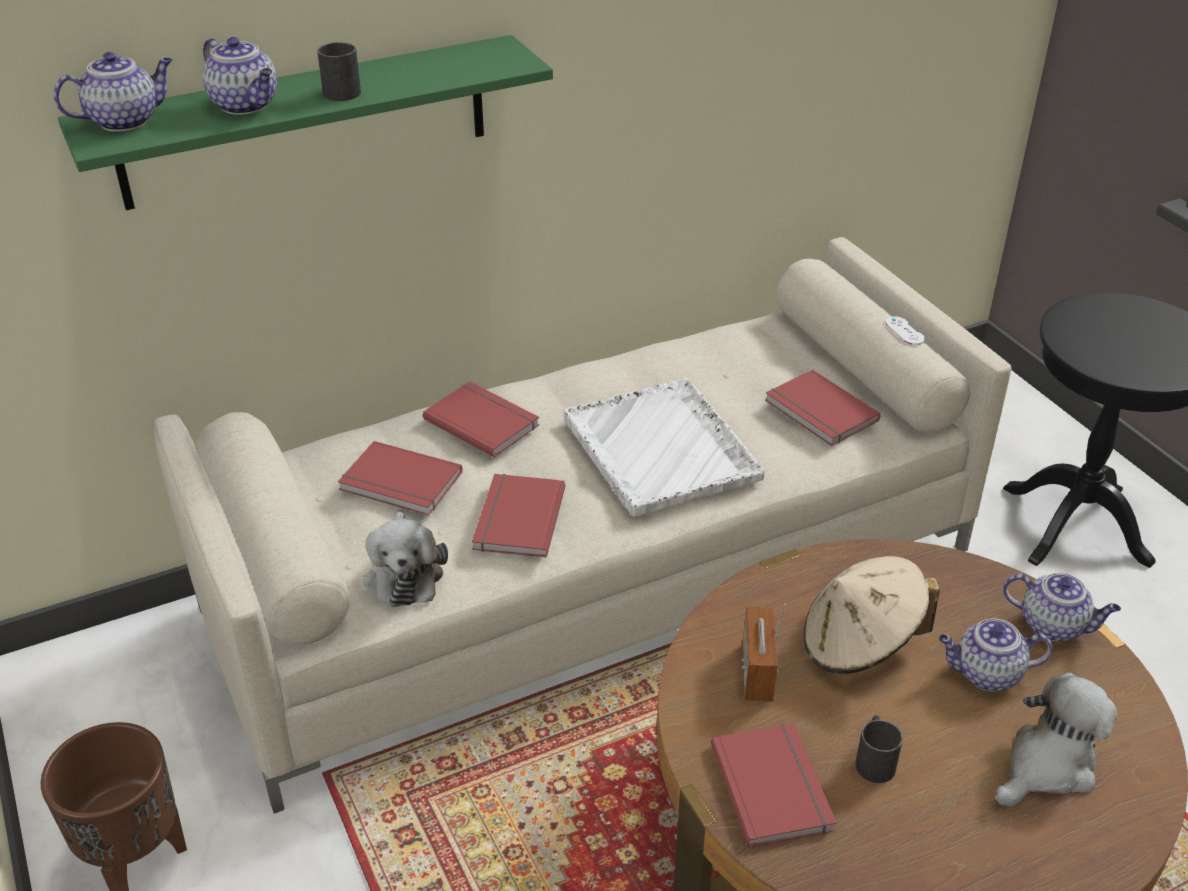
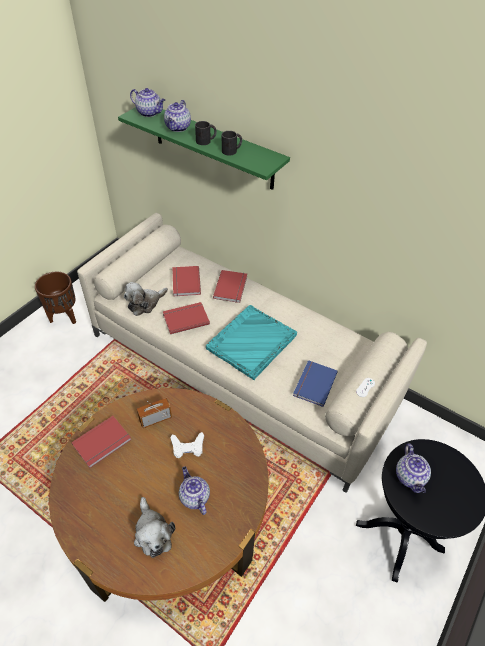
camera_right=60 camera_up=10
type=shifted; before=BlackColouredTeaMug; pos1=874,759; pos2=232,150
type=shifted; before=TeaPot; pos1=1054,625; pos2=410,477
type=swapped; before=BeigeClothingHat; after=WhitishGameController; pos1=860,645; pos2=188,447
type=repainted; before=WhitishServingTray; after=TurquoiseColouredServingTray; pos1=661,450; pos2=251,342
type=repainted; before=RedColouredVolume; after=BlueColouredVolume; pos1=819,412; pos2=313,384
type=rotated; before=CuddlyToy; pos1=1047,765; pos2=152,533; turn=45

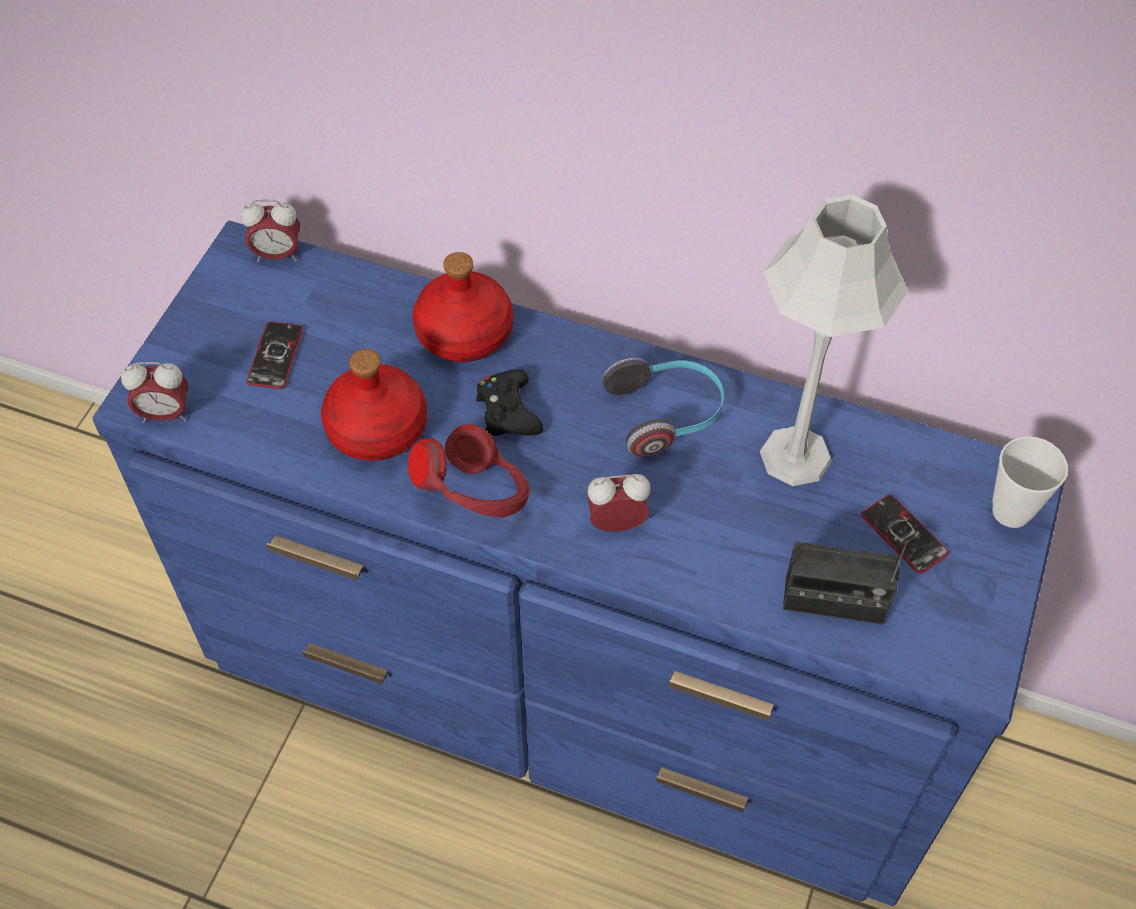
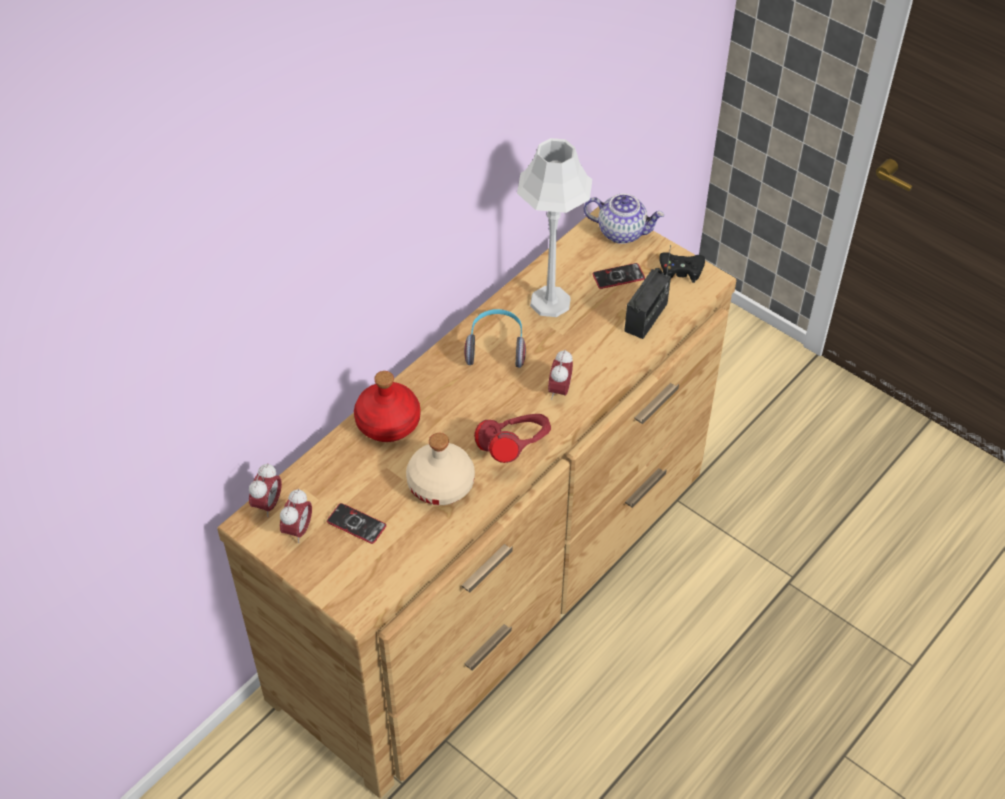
camera_right=-70 camera_up=-5
type=shifted; before=AlarmClock; pos1=165,414; pos2=298,530
type=shifted; before=BlackColouredGameController; pos1=508,412; pos2=681,271
type=swapped; before=Cup; after=TeaPot; pos1=1011,511; pos2=622,232
type=repainted; before=BlueColouredChestOfDrawers; after=BrownColouredChestOfDrawers; pos1=572,683; pos2=499,577
type=repainted; before=RedColouredBottle; after=BeigeBottle; pos1=378,428; pos2=441,483

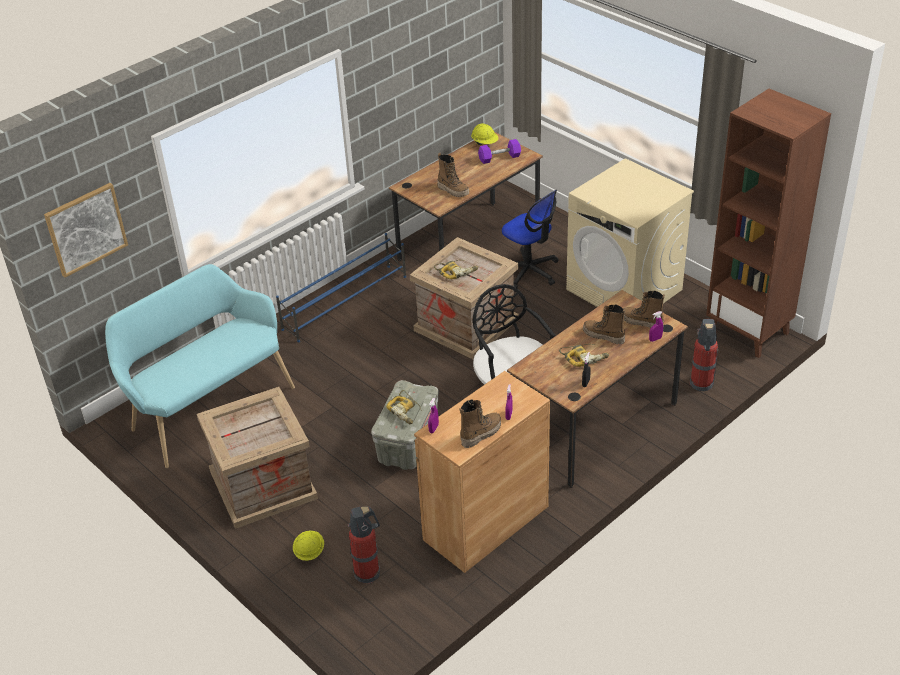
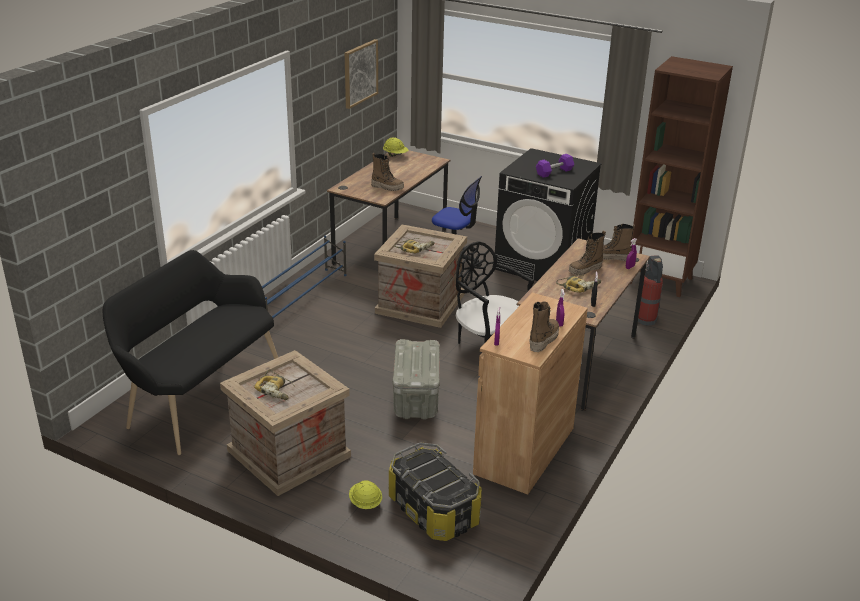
camera_right=-20 camera_up=-10
type=shifted; before=WallArt; pos1=86,229; pos2=360,73
type=shifted; before=ElectricDrill; pos1=406,411; pos2=276,390
type=shifted; before=PurpleHandWeight; pos1=499,158; pos2=554,172
type=swapped; before=Extinguisher; after=StorageBox; pos1=368,572; pos2=434,510
type=repainted; before=TurquoiseColouredBench; after=BlackColouredBench; pos1=208,407; pos2=200,397
type=repainted; before=BeigeLaundryMachine; after=BlackColouredLaundryMachine; pos1=625,290; pos2=542,264
type=rotated; before=Boot; pos1=603,336; pos2=585,270; turn=-45

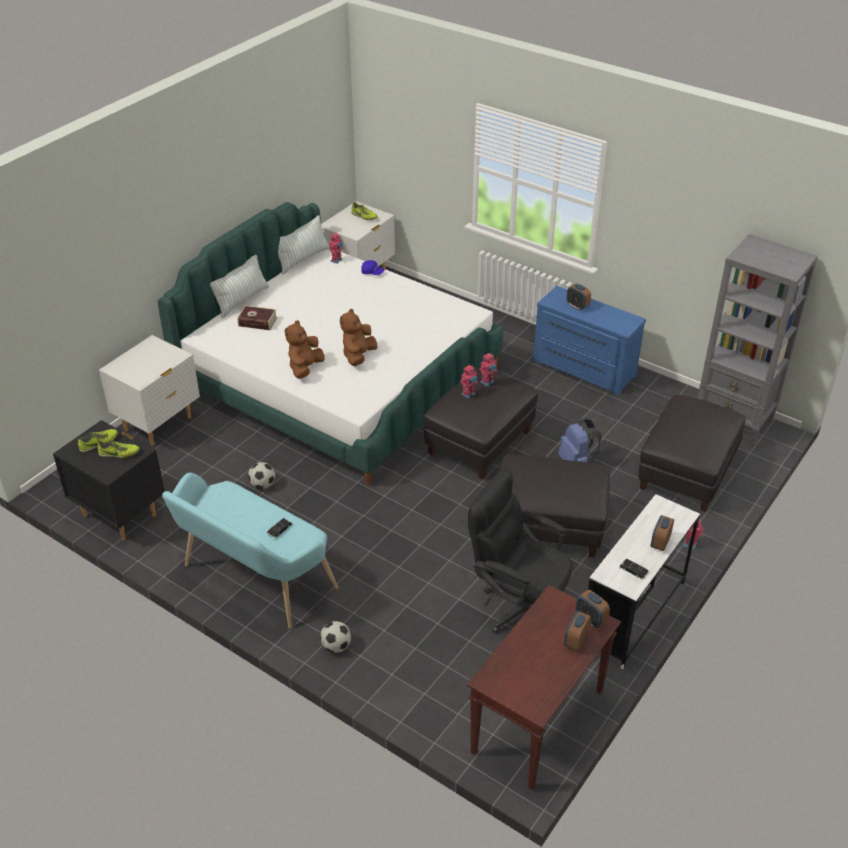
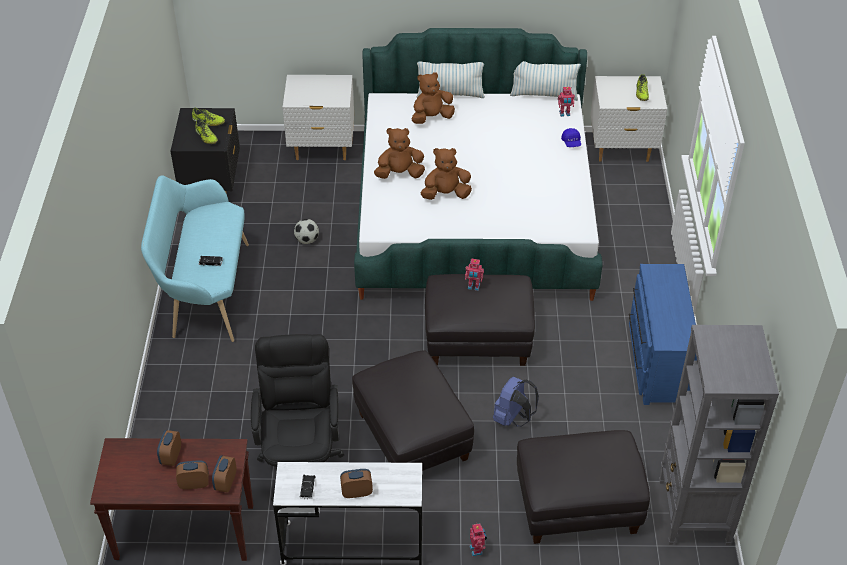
camera_right=55 camera_up=5
type=gone; before=FootballBall; pos1=336,646
type=gone; before=ModelRobot; pos1=487,382
type=shifted; before=AlarmClock; pos1=577,306; pos2=171,457
type=swapped; before=Volume; after=BrownColouredCuddlyToy; pos1=257,322; pos2=431,118

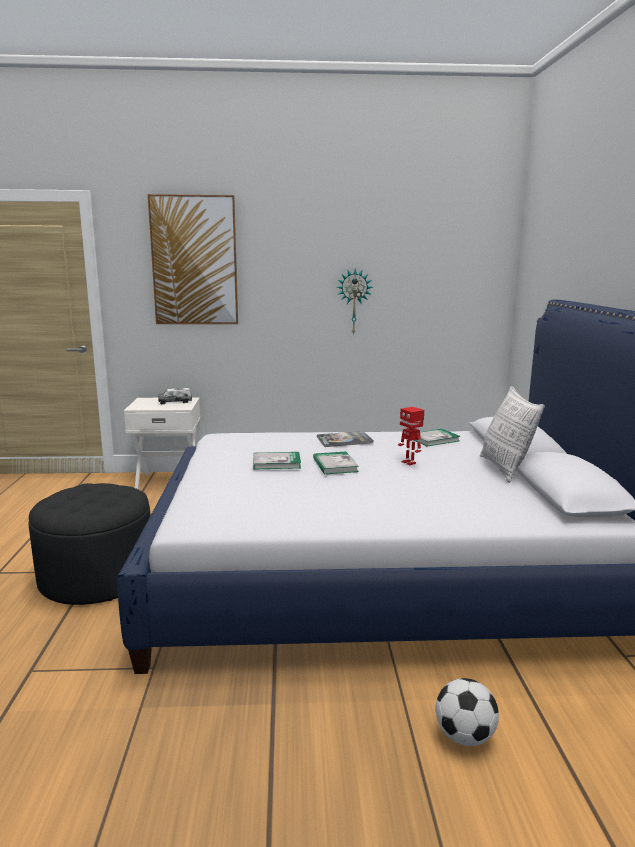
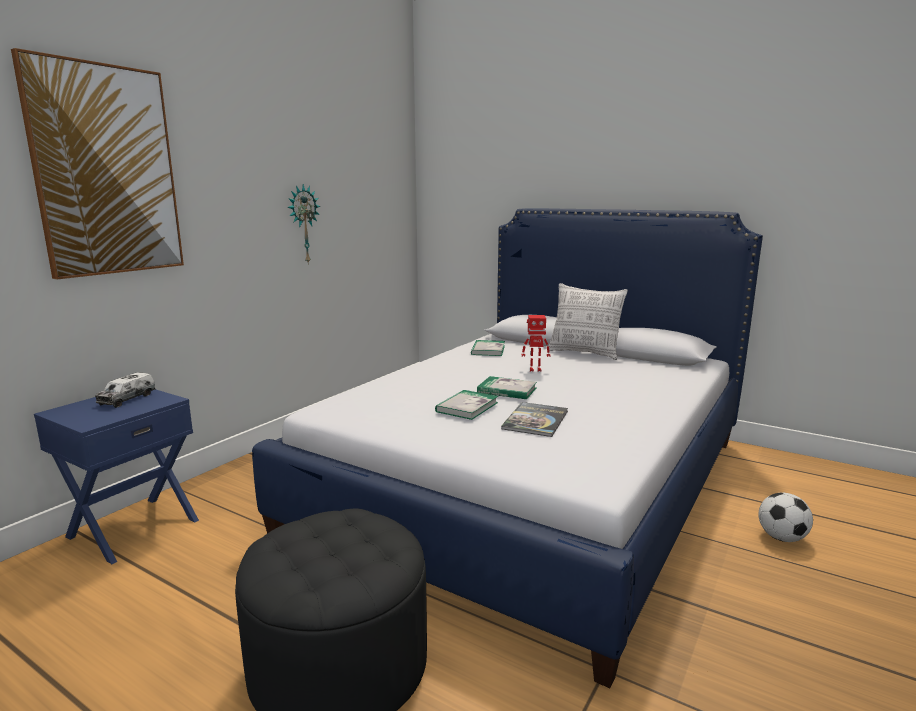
camera_right=-55 camera_up=0
type=shifted; before=Volume; pos1=344,440; pos2=535,420
type=repainted; before=WhitishNightstand; after=BlueColouredNightstand; pos1=168,481; pos2=132,528

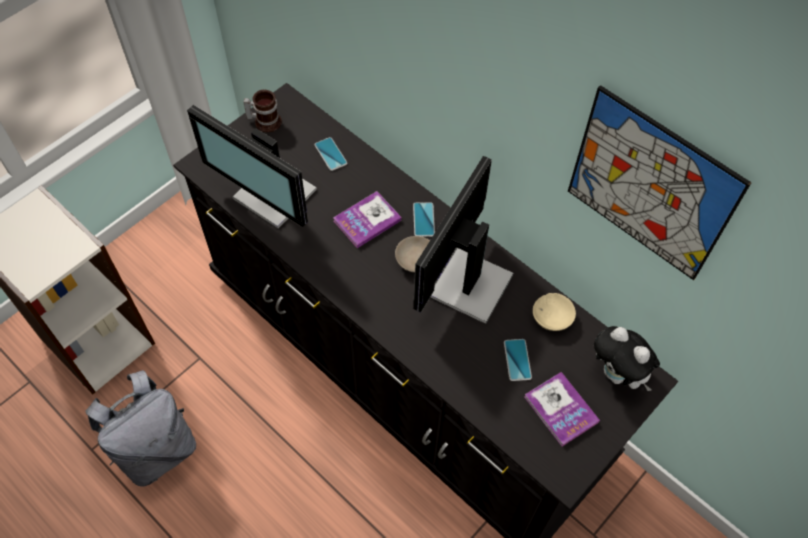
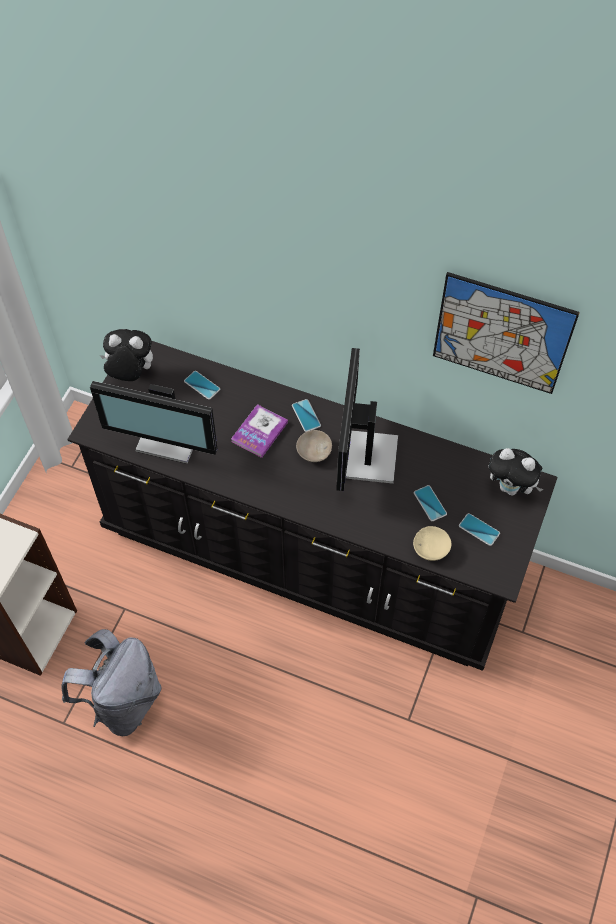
camera_right=-20 camera_up=0
type=shifted; before=BeigeBowl; pos1=552,319; pos2=431,549
type=swapped; before=TeaMug; after=CuddlyToy; pos1=265,121; pos2=130,374
type=swapped; before=Volume; after=Telephone; pos1=561,409; pos2=479,529

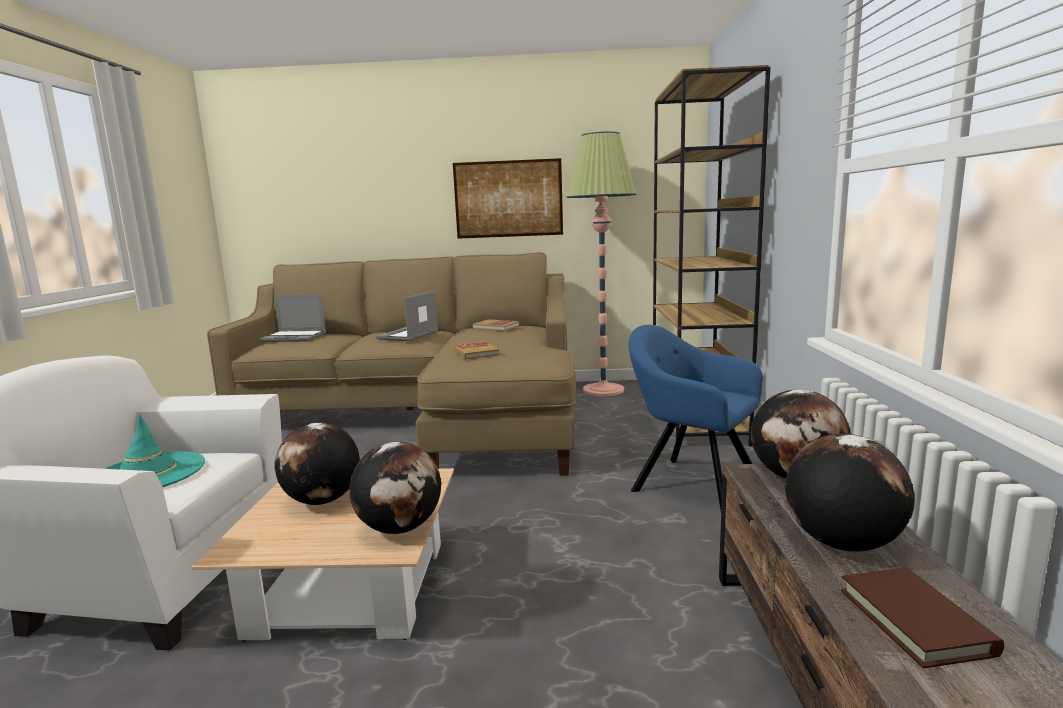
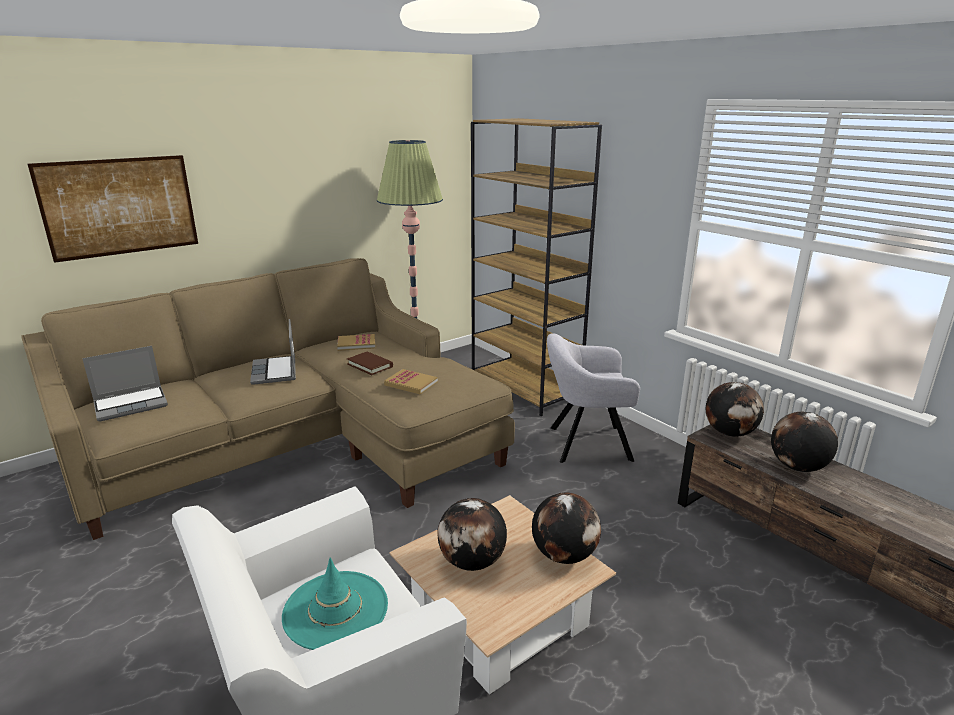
camera_right=-40 camera_up=10
type=shifted; before=WallArt; pos1=508,199; pos2=120,207
type=shifted; before=BrownColouredVolume; pos1=914,621; pos2=370,365
type=repainted; before=BlueColouredArmchair; after=GrayArmchair; pos1=690,484; pos2=586,443

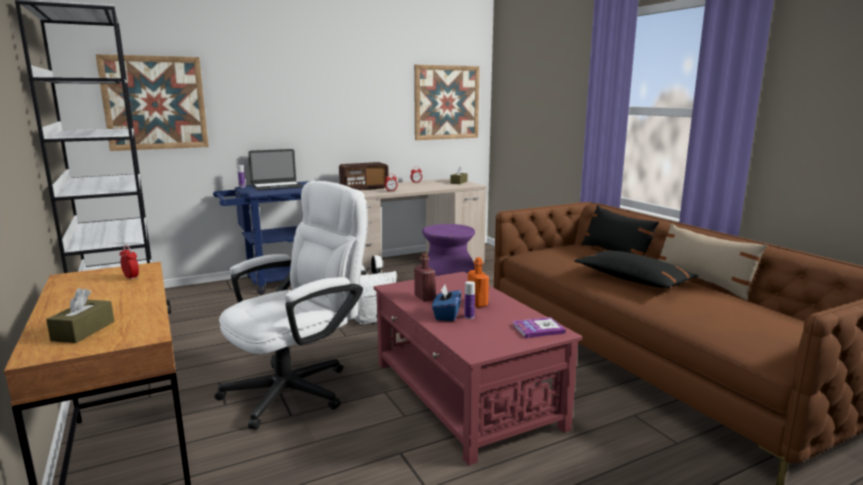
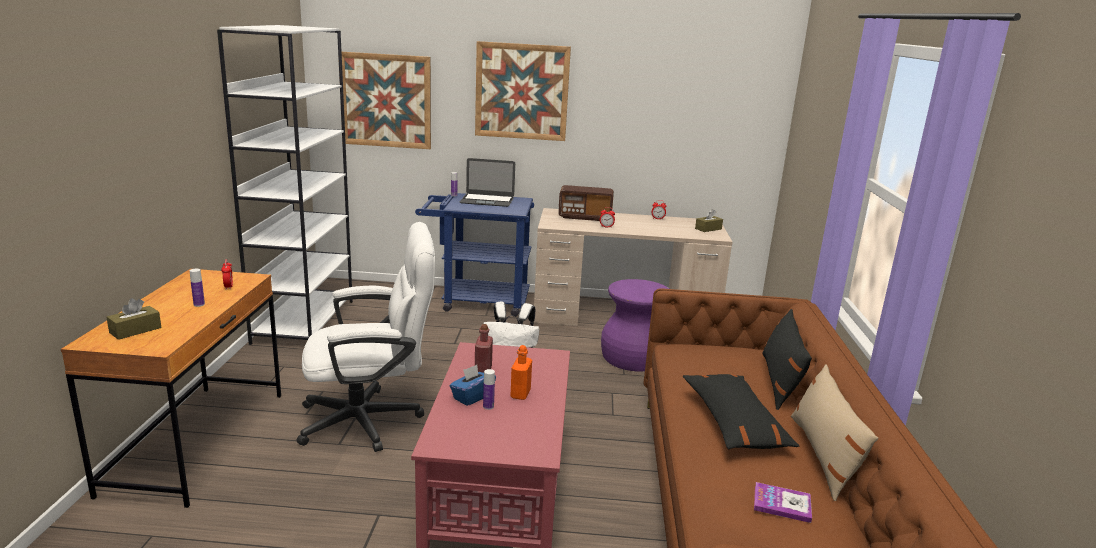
camera_right=30 camera_up=5
type=new; after=Bottle; pos2=199,304
type=shifted; before=WallArt; pos1=446,102; pos2=522,91
type=shifted; before=Volume; pos1=538,329; pos2=782,504

